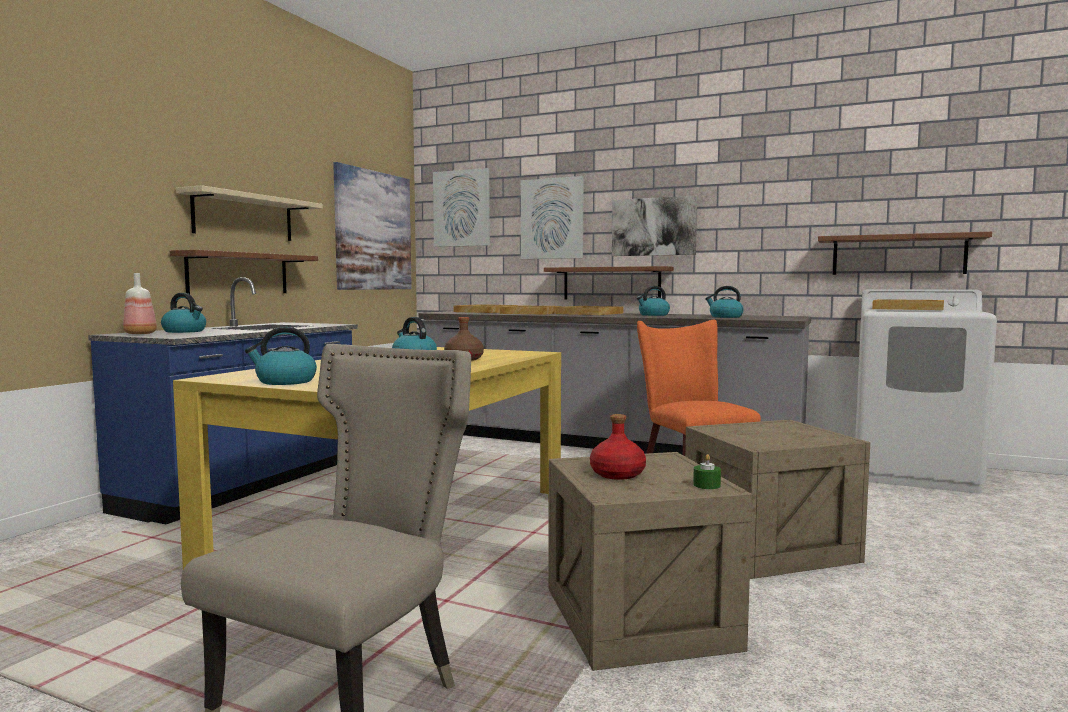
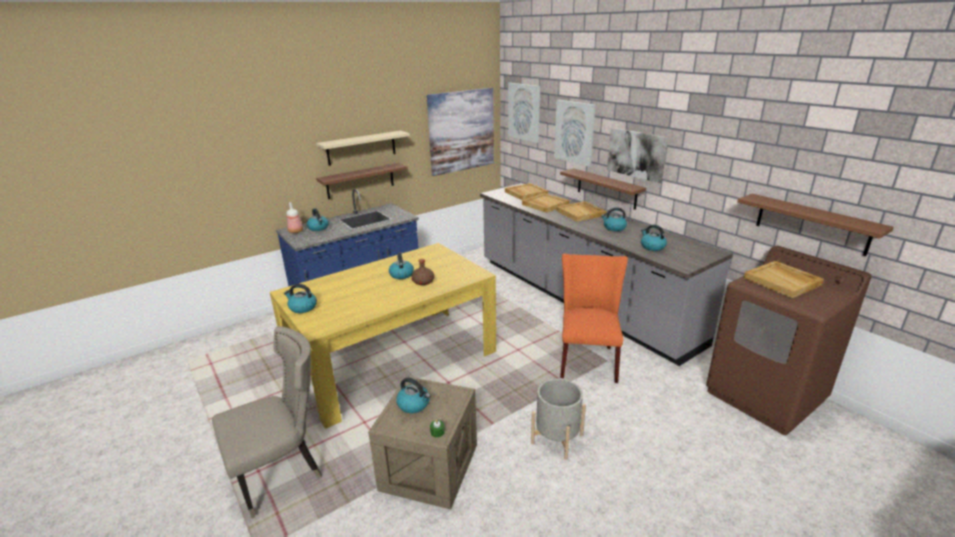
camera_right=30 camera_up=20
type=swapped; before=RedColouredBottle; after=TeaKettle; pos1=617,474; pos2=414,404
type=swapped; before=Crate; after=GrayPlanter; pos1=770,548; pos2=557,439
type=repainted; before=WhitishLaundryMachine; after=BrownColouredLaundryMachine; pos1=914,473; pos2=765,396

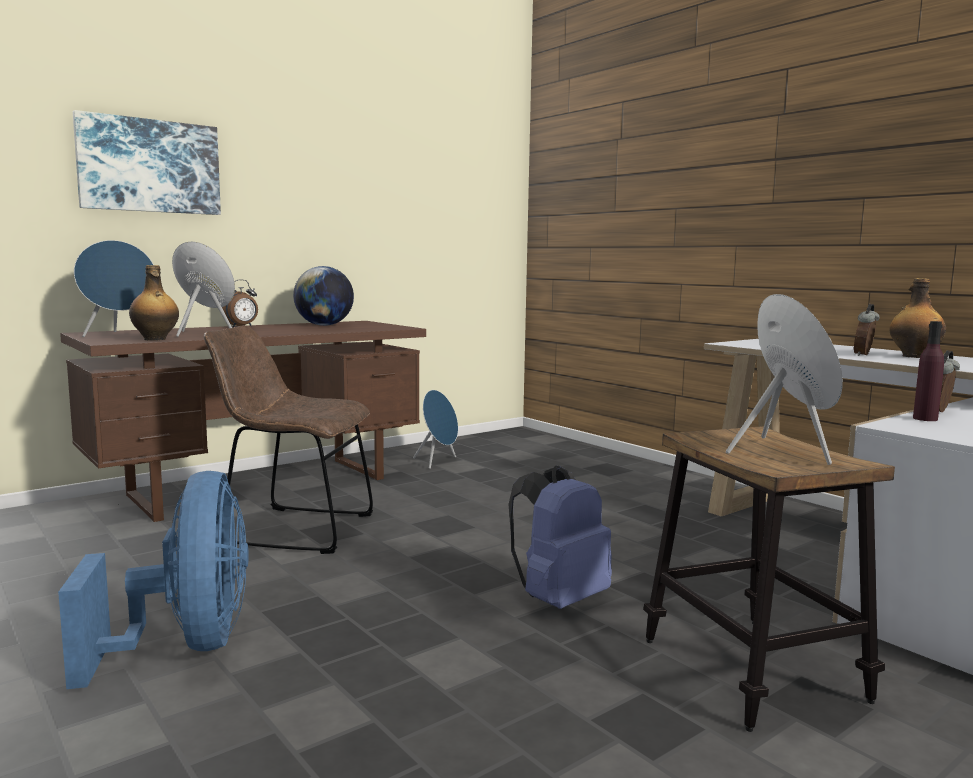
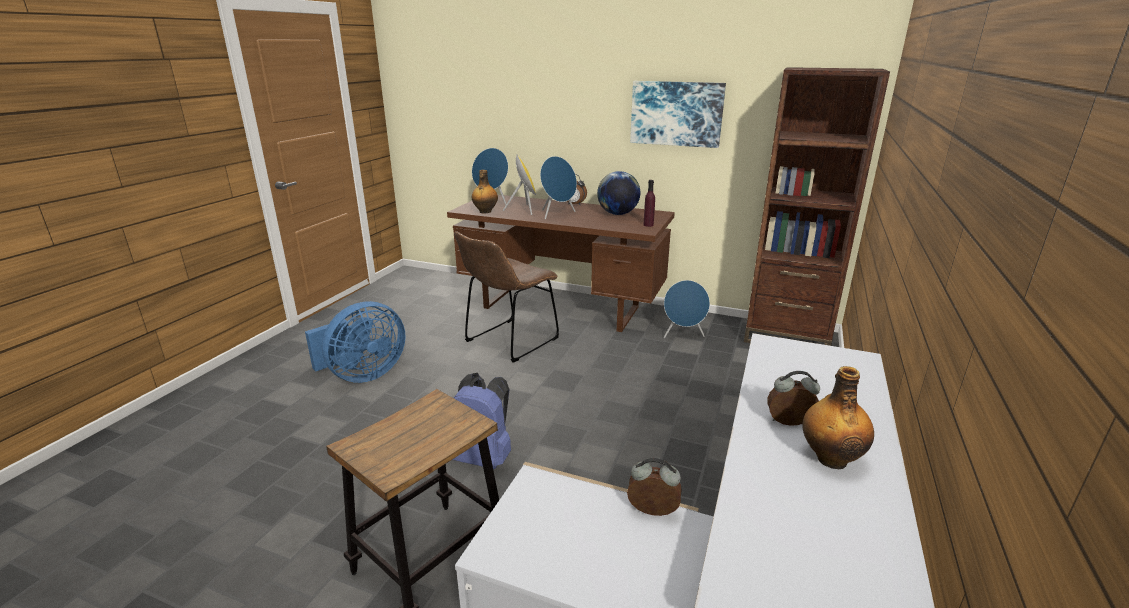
camera_right=60 camera_up=15
type=new; after=BrownColouredBookshelf; pos2=786,337
type=shifted; before=WallArt; pos1=149,166; pos2=676,113
type=shifted; before=BlueColouredAudioSpeaker; pos1=782,451; pos2=557,214
type=shifted; before=PurpleBottle; pos1=925,419; pos2=648,225
type=rotated; before=BrownColouredPlainChair; pos1=293,529; pos2=508,342; turn=-120

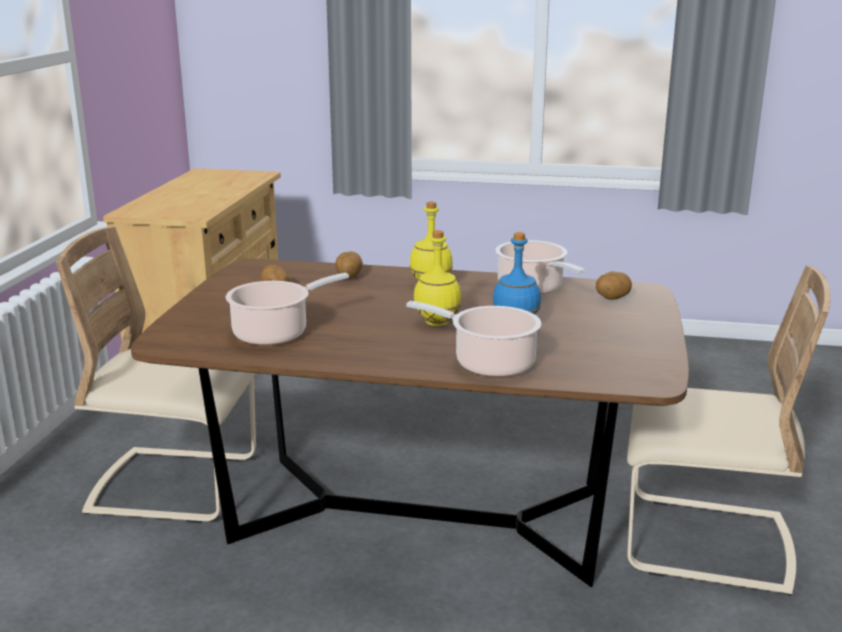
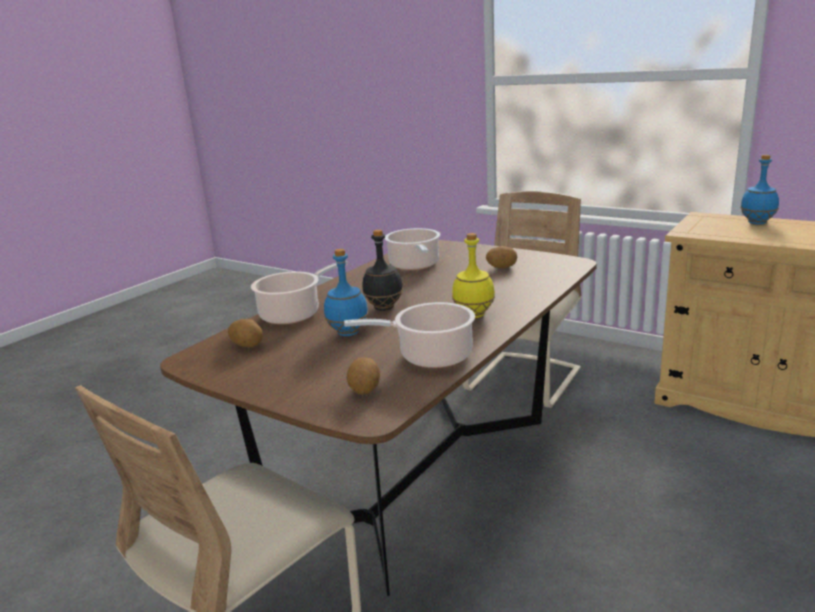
camera_right=115 camera_up=0
type=new; after=BlueColouredBottle; pos2=757,223
type=shifted; before=WholePotato; pos1=349,277; pos2=248,345
type=repainted; before=YellowColouredBottle; after=BlackColouredBottle; pos1=437,323; pos2=383,308

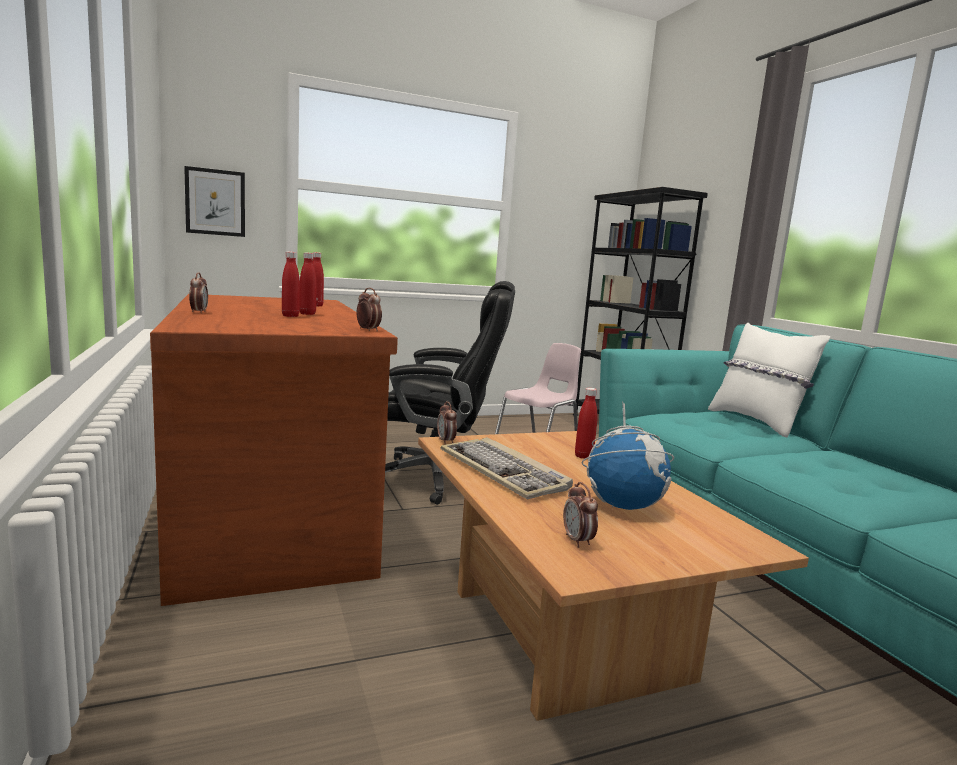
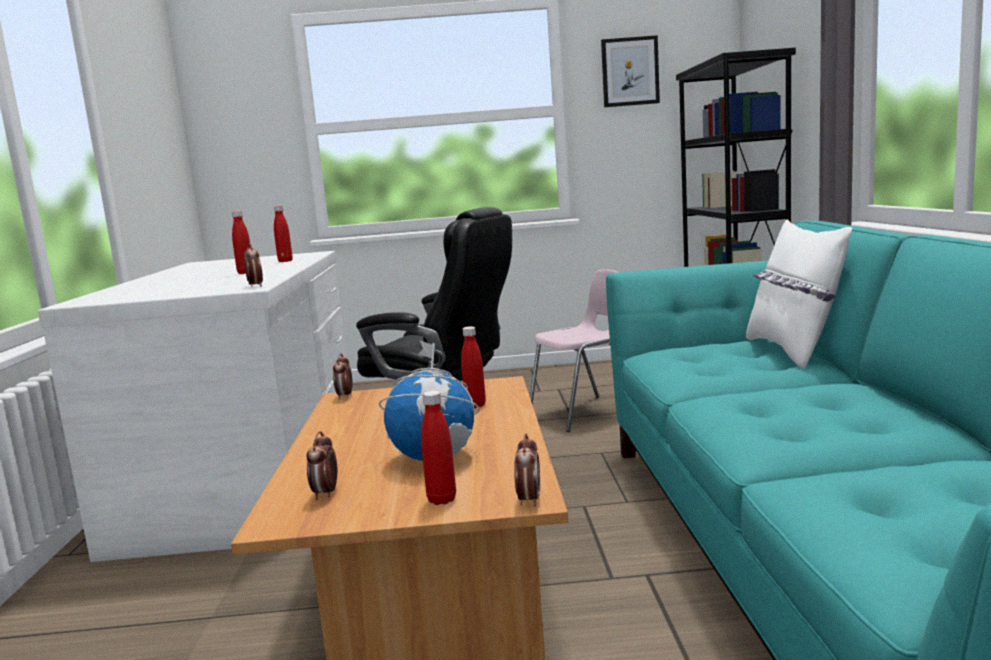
camera_right=20 camera_up=0
type=gone; before=Keyboard; pos1=504,472
type=shifted; before=WallArt; pos1=215,202; pos2=630,71
type=shifted; before=AlarmClock; pos1=199,312; pos2=529,500
type=shifted; before=RedColouredBottle; pos1=290,316; pos2=441,500
type=repainted; before=BrownColouredDesk; after=WhitishDesk; pos1=271,510; pos2=250,475

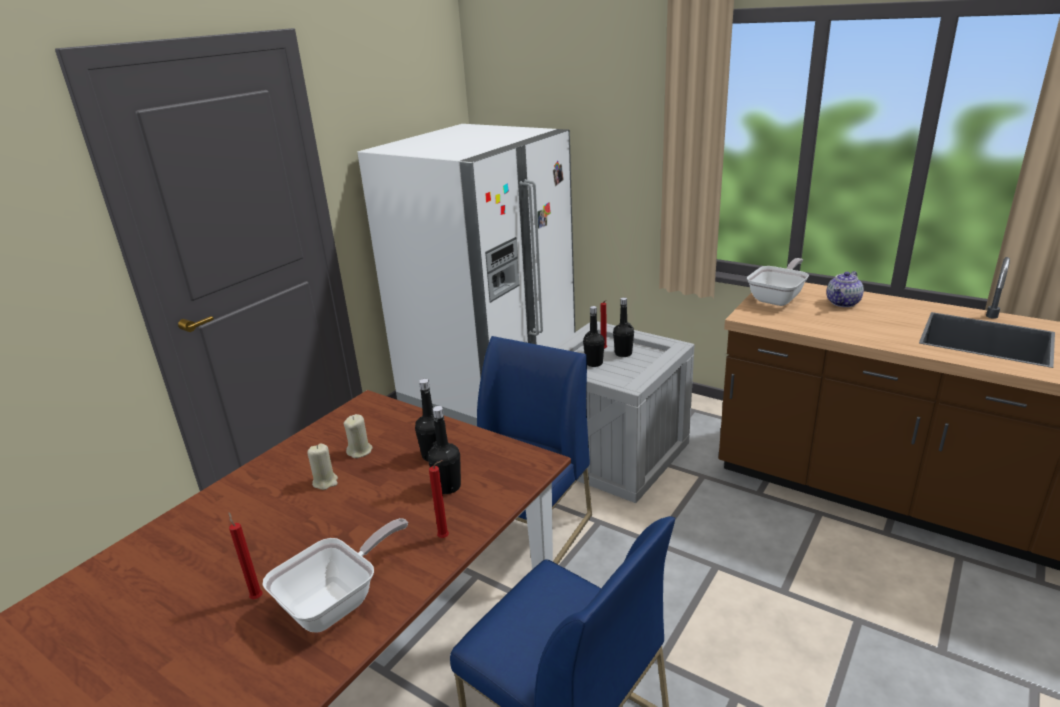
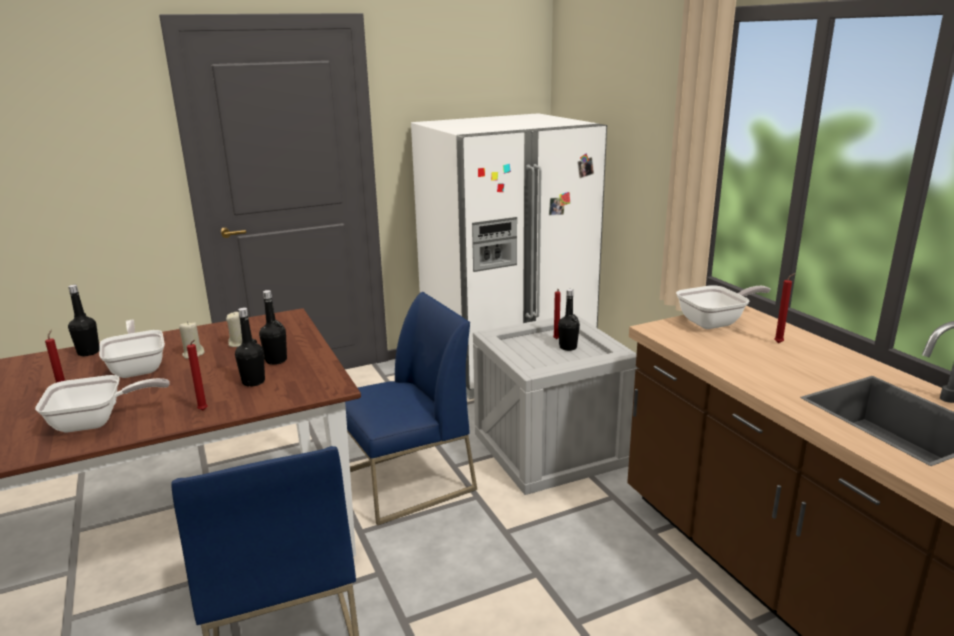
camera_right=30 camera_up=-5
type=new; after=Skillet; pos2=138,367
type=shifted; before=BlackColouredBottle; pos1=594,363; pos2=88,352
type=swapped; before=TeaPot; after=RedColouredCandle; pos1=843,303; pos2=779,343

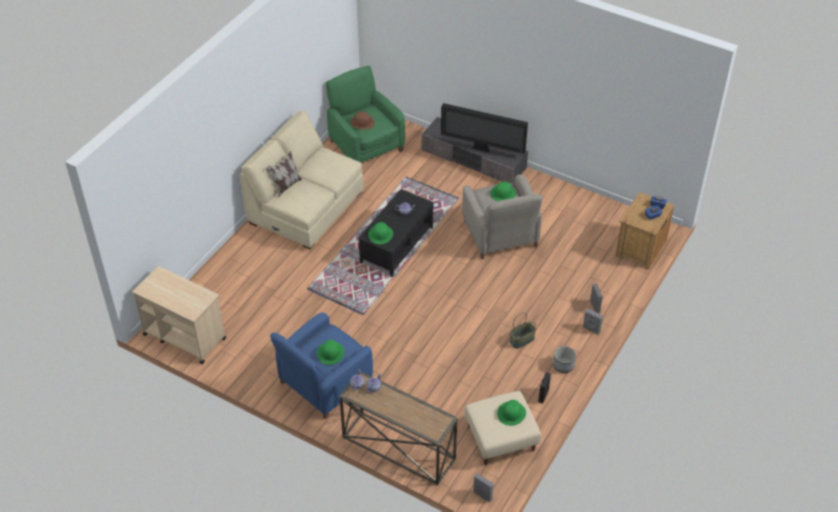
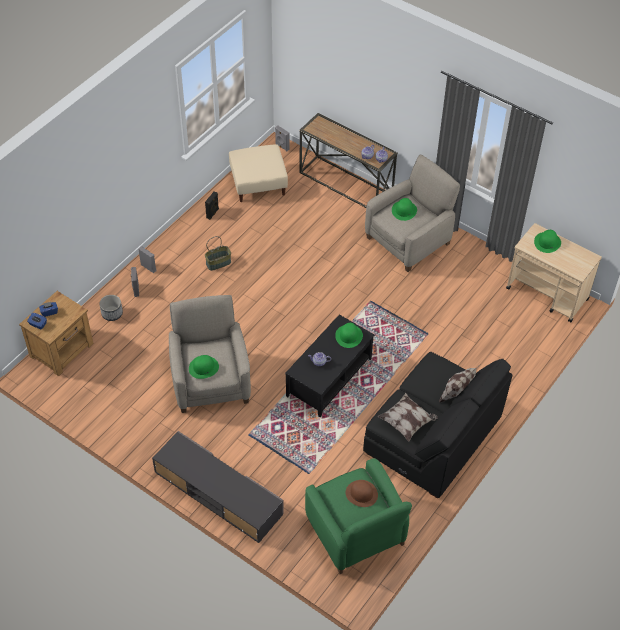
camera_right=-175 camera_up=5
type=gone; before=Tv; pos1=482,149
type=new; after=ThrowPillow; pos2=407,422
type=shifted; before=GreenishClothingHat; pos1=511,413; pos2=547,242
type=shifted; before=Planter; pos1=563,365; pos2=112,313
type=repainted; before=BeigeCouch; after=BlackColouredCouch; pos1=306,208; pos2=432,437
type=repainted; before=BlueColouredArmchair; after=BeigeArmchair; pos1=324,383; pos2=409,240

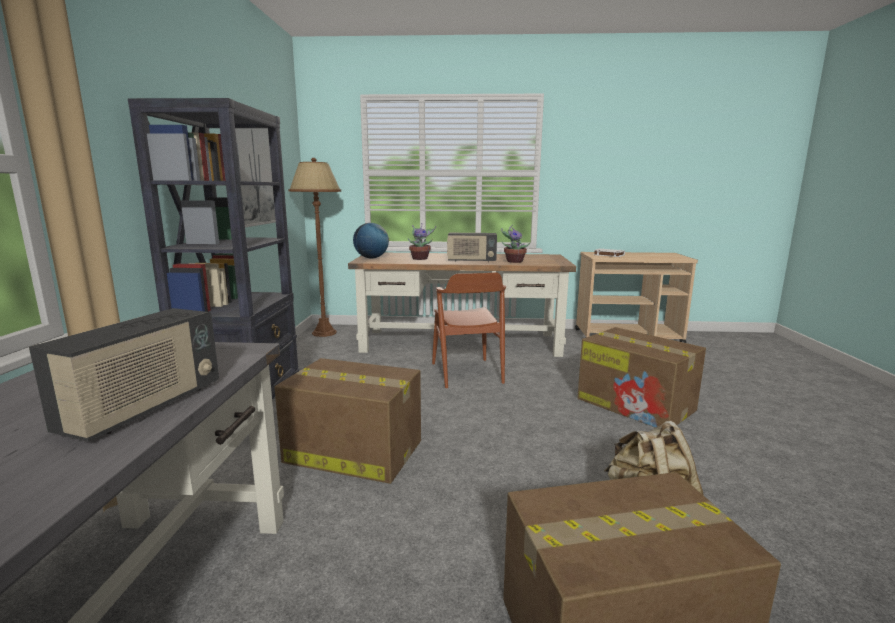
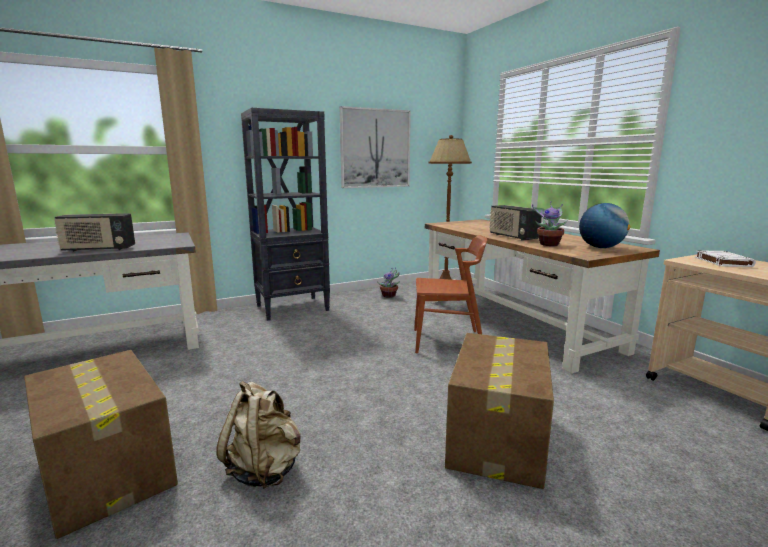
camera_right=60 camera_up=0
type=gone; before=PackingBox; pos1=352,451
type=shifted; before=DeskGlobe; pos1=371,258; pos2=600,247
type=shifted; before=PottedPlant; pos1=420,258; pos2=389,296
type=rotated; before=BrownColouredPlainChair; pos1=466,373; pos2=447,341; turn=-135

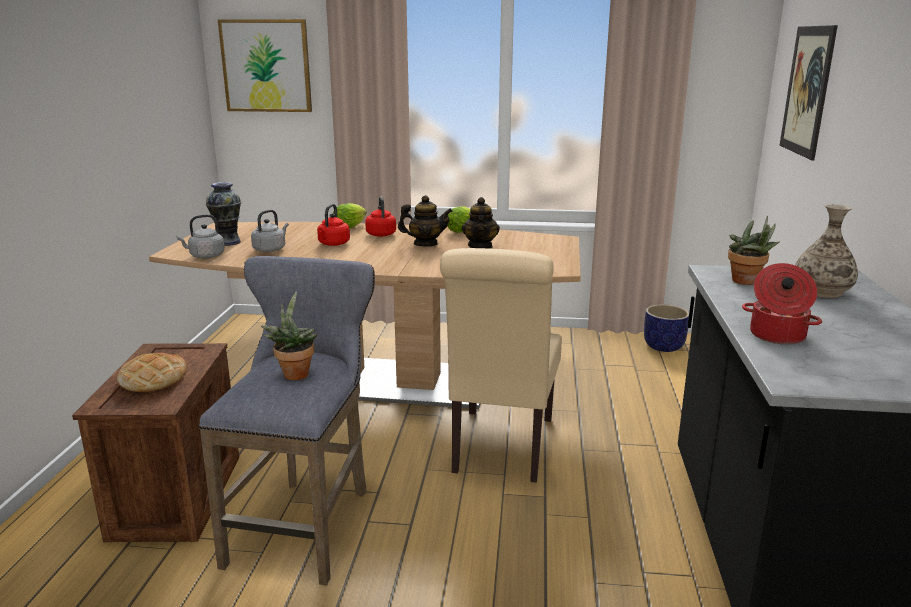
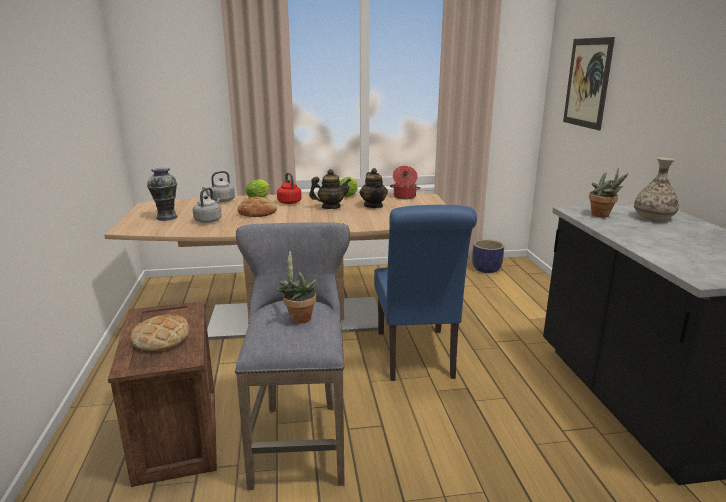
camera_right=-15 camera_up=0
type=gone; before=WallArt; pos1=266,66
type=shifted; before=GrayTeaKettle; pos1=205,256; pos2=221,201
type=shifted; before=CookingPot; pos1=776,336; pos2=404,197
type=swapped; before=RedColouredTeaKettle; after=Bread; pos1=333,244; pos2=257,212
type=repainted; before=BeigePlainChair; after=BlueColouredPlainChair; pos1=501,448; pos2=416,357

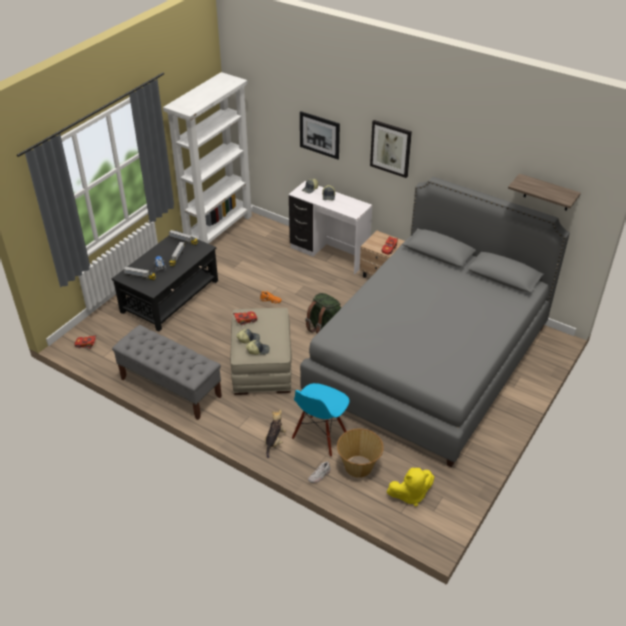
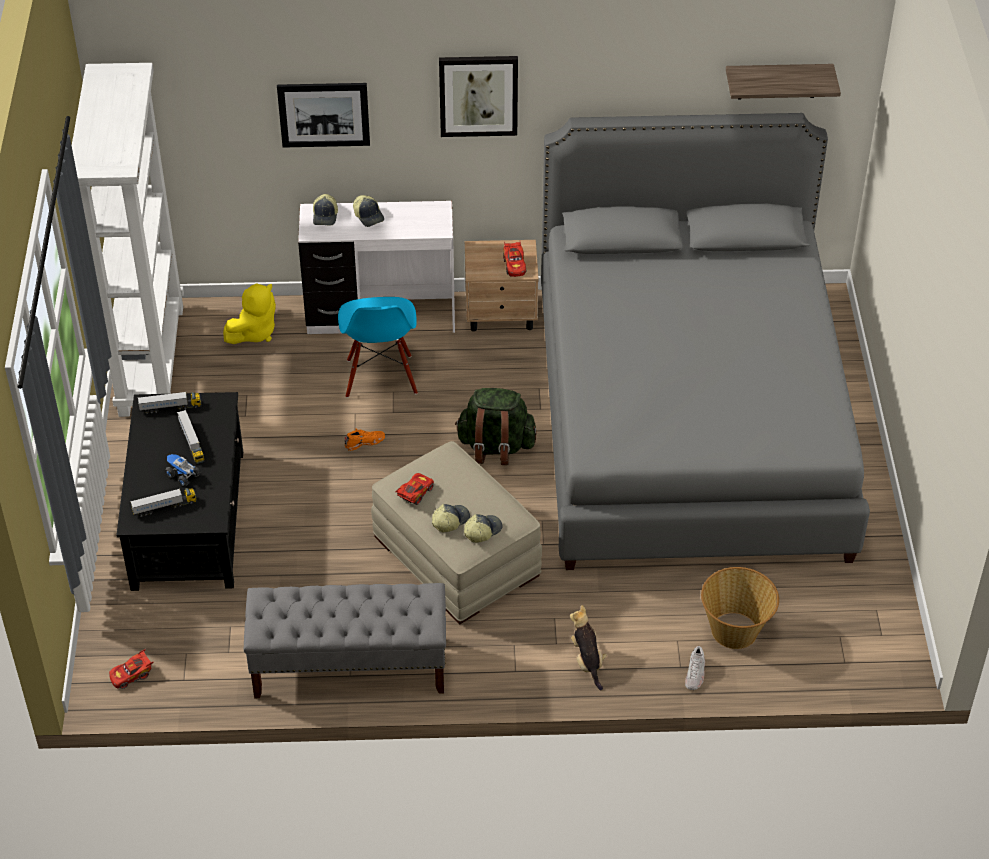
camera_right=-35 camera_up=5
type=shifted; before=BlueColouredPlainChair; pos1=319,436; pos2=380,377
type=shifted; before=YellowColouredCuddlyToy; pos1=410,494; pos2=254,332

